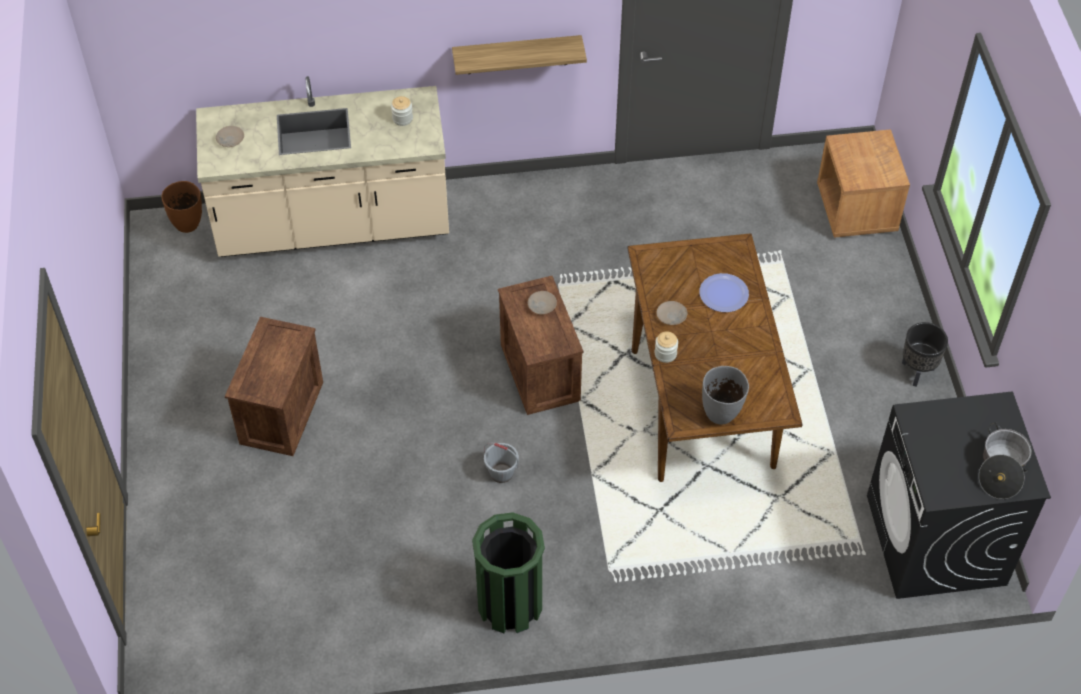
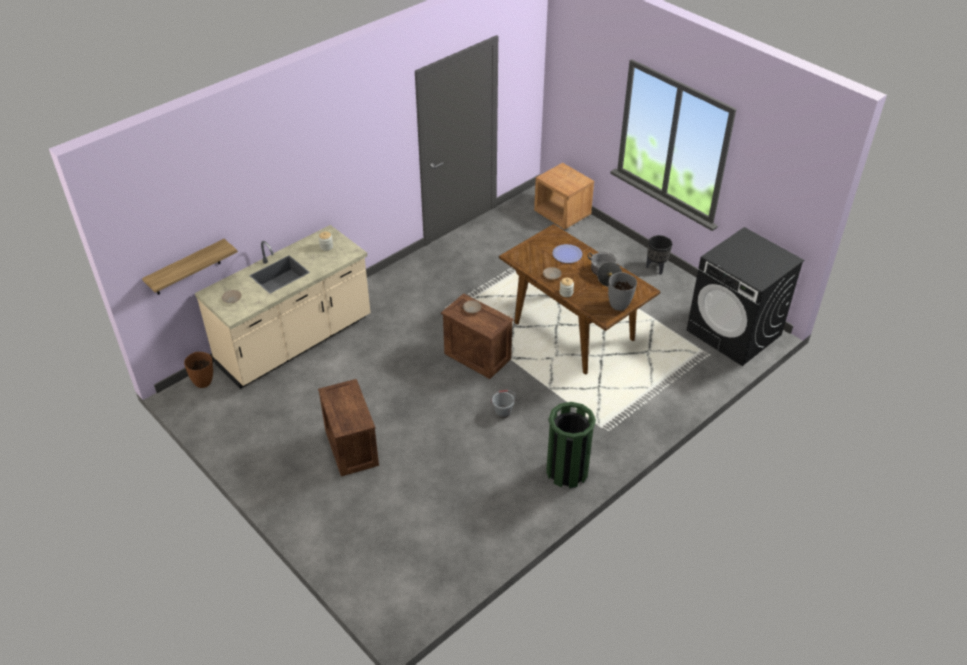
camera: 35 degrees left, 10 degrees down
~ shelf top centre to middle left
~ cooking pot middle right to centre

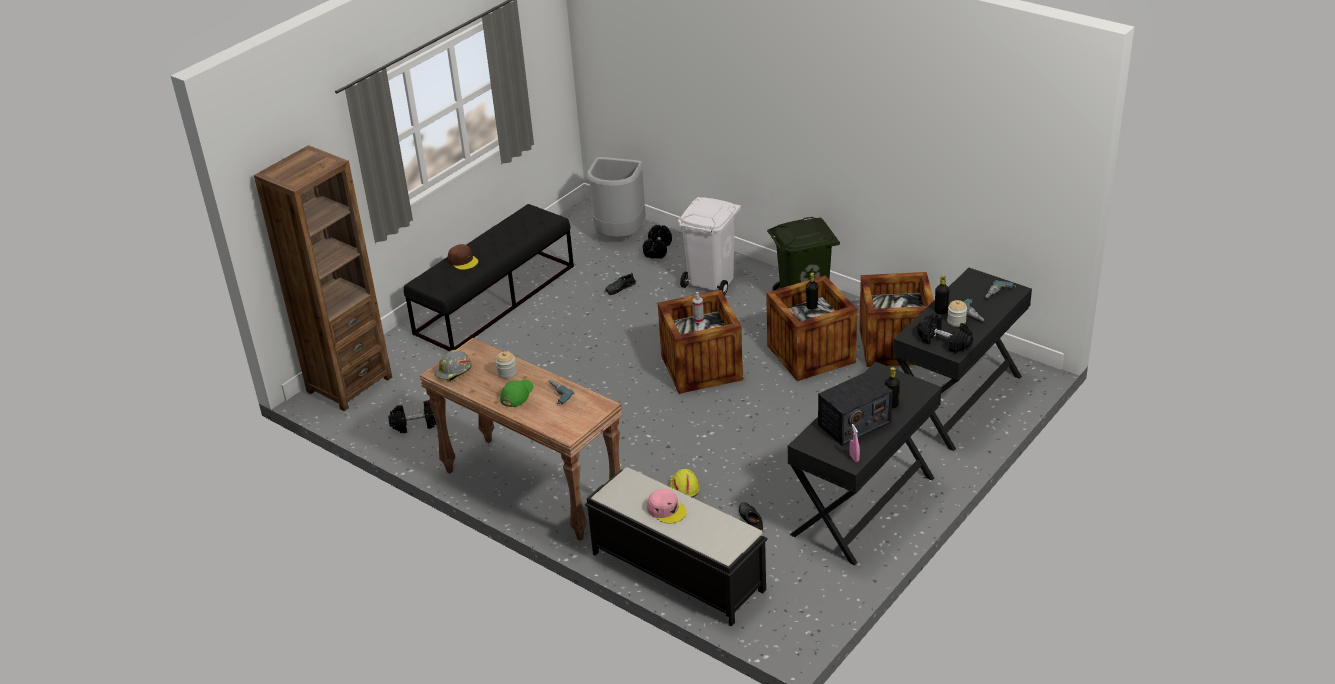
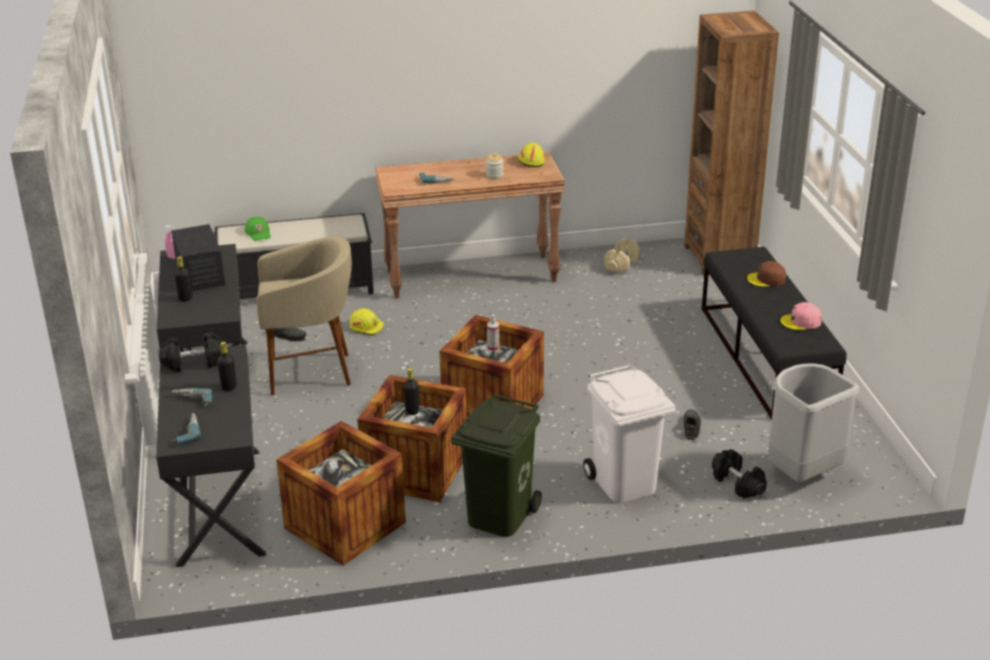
camera: 130 degrees right, 5 degrees down
~ radio receiver centre = middle left 150 degrees clockwise
~ greenish peaked cap centre to middle left
+ beige-coloured stool middle left
~ grey work helmet centre to yellow work helmet (2nd from left) top centre
~ blackish free weight (1st from left) middle left to beige-coloured free weight centre
~ pink peaked cap bottom centre to middle right
- preserve jar (2nd from left) middle right

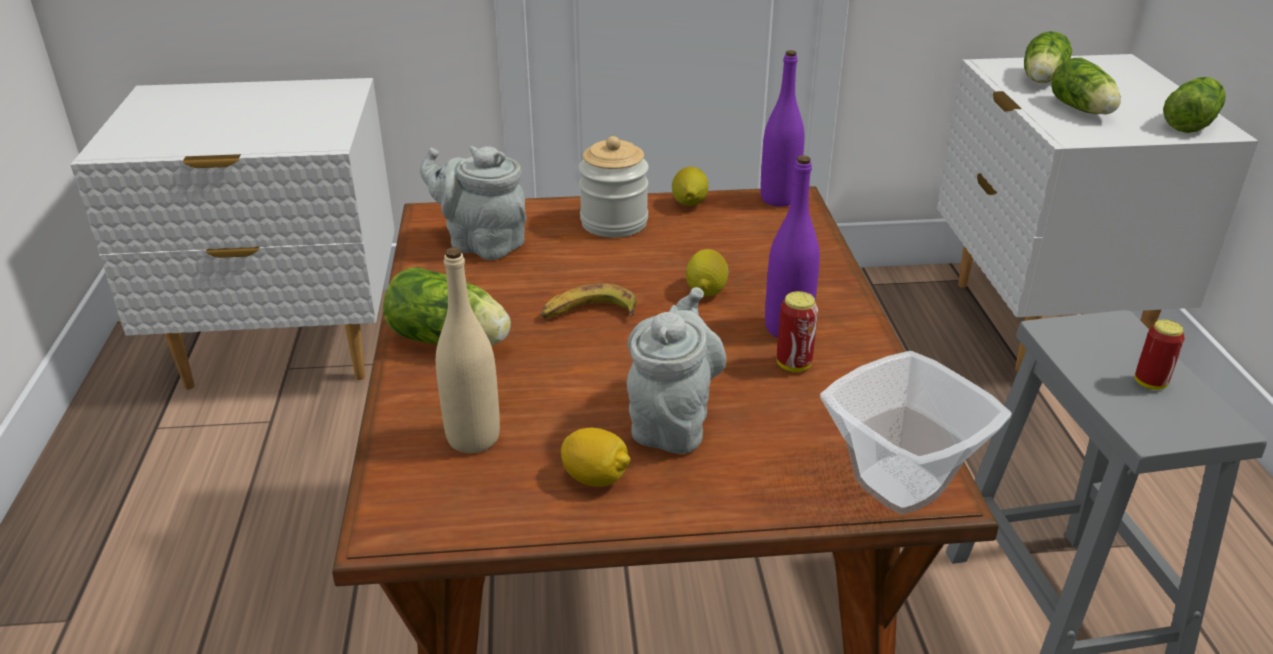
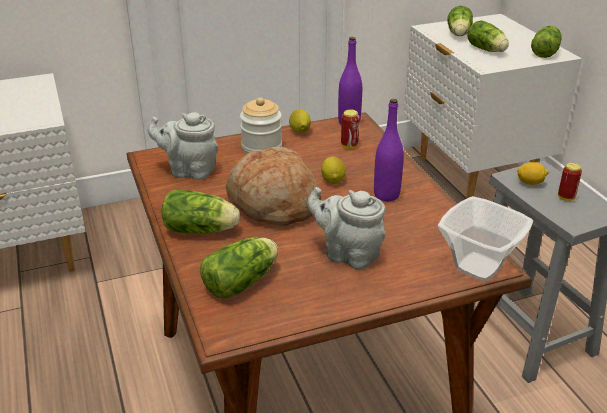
camera: 15 degrees left, 0 degrees up
~ beige-coloured bottle centre to lettuce head (2nd from left) centre
~ banana fruit centre to bakery bread centre
~ grey pot for tea (2nd from left) centre = centre 60 degrees counterclockwise
~ metal can (1st from left) centre to top centre
~ whole lemon (1st from left in the first image) bottom centre to whole lemon (3rd from left) middle right

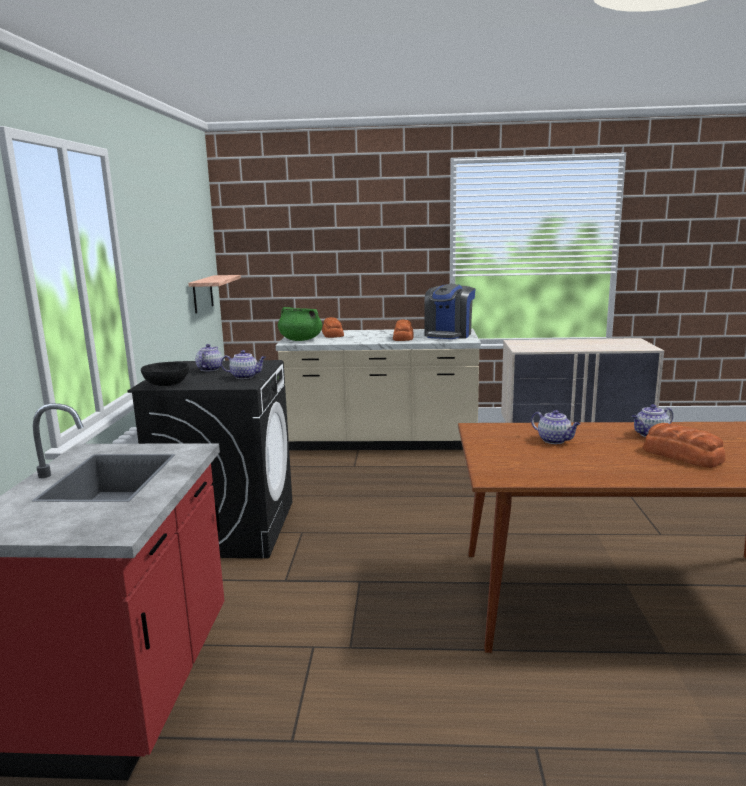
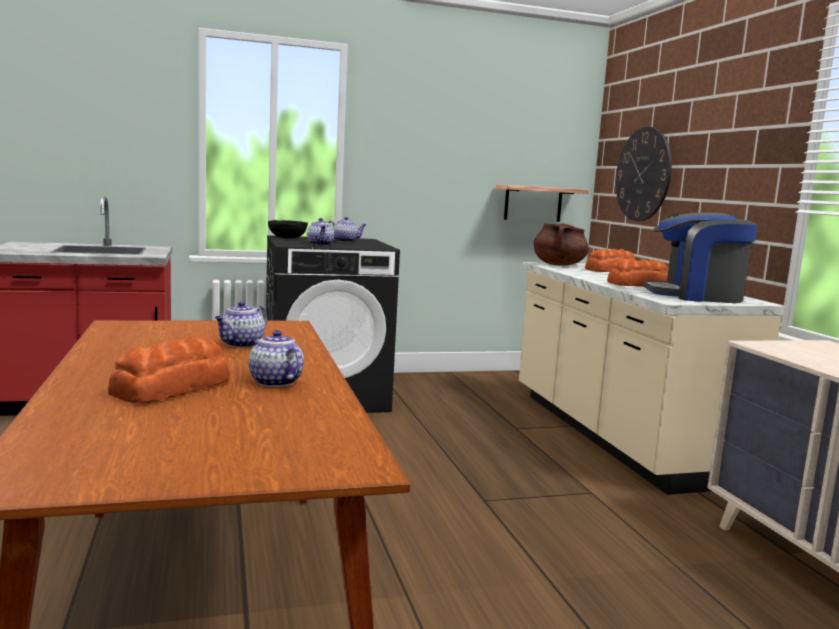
camera: 70 degrees right, 5 degrees down
~ greenish cooking pot centre to brown cooking pot middle right
+ clock on the wall top right

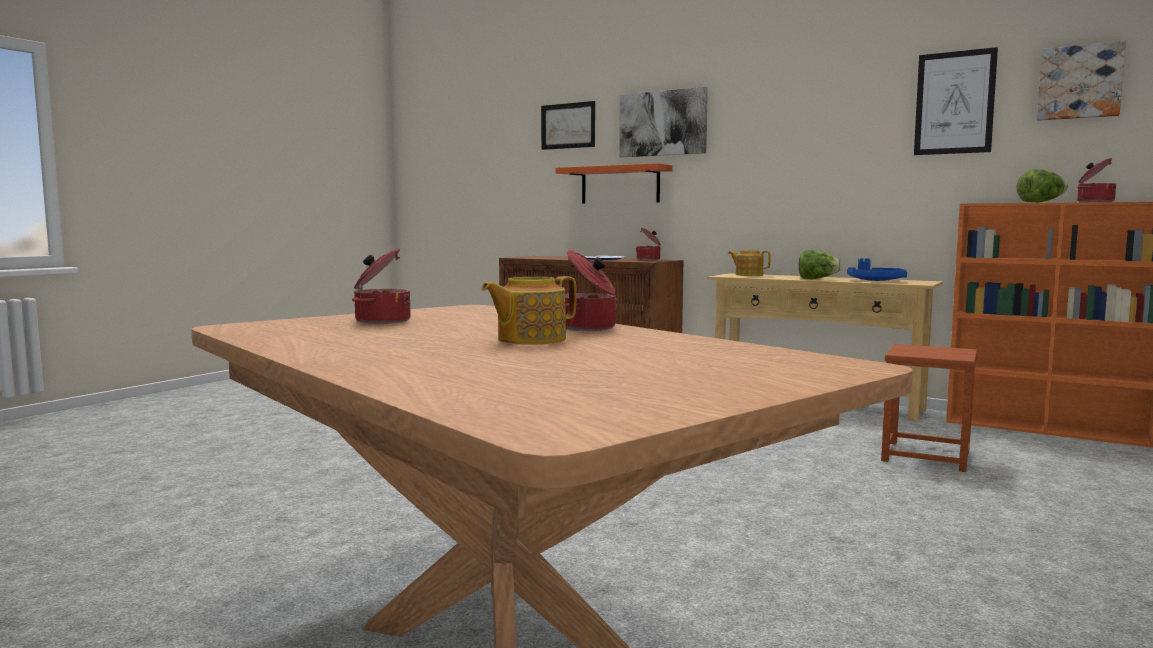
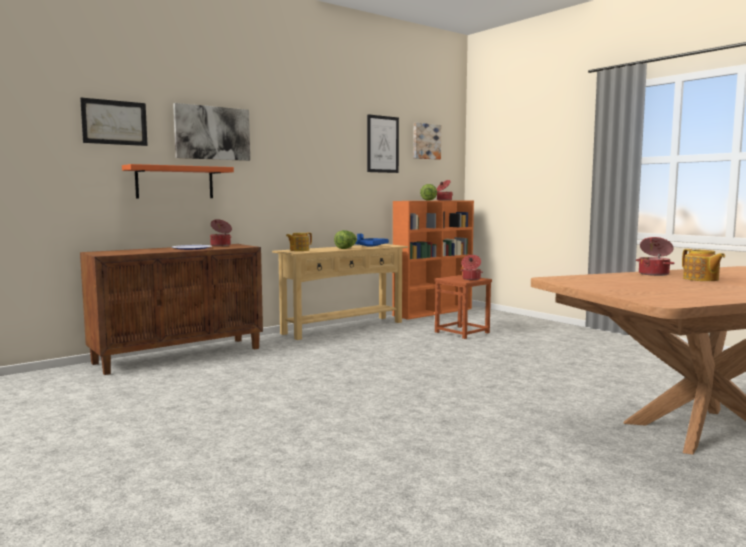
camera: 70 degrees left, 0 degrees up
~ cooking pot (1st from left in the first image) middle left to cooking pot (3rd from left) centre

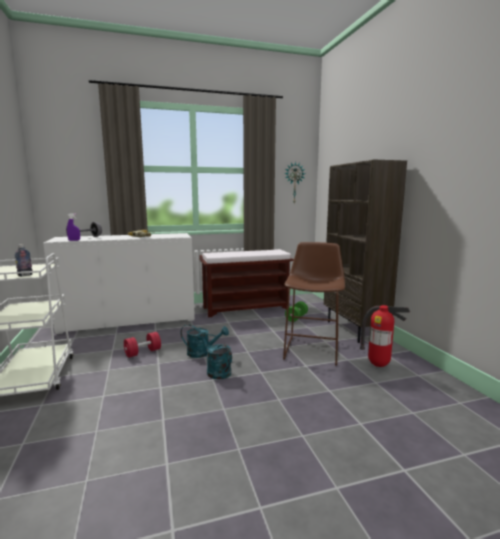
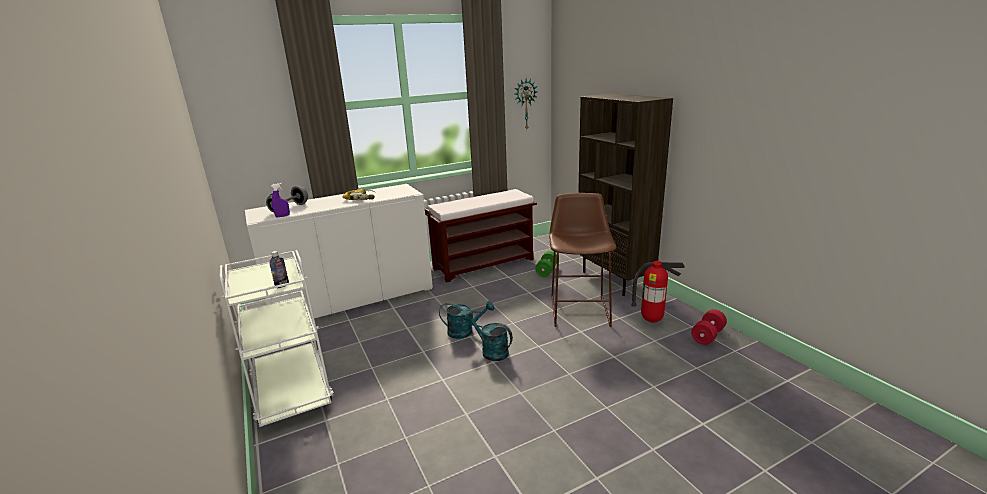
camera: 10 degrees left, 10 degrees up
~ red free weight middle left to middle right

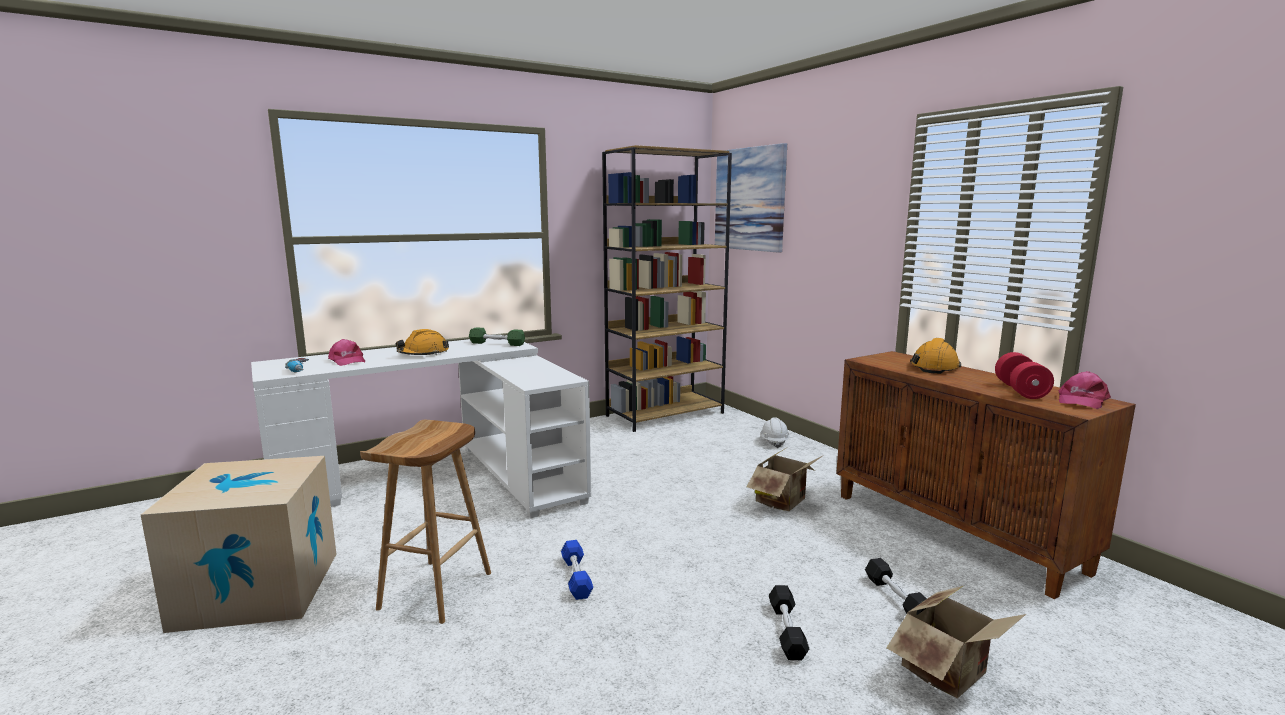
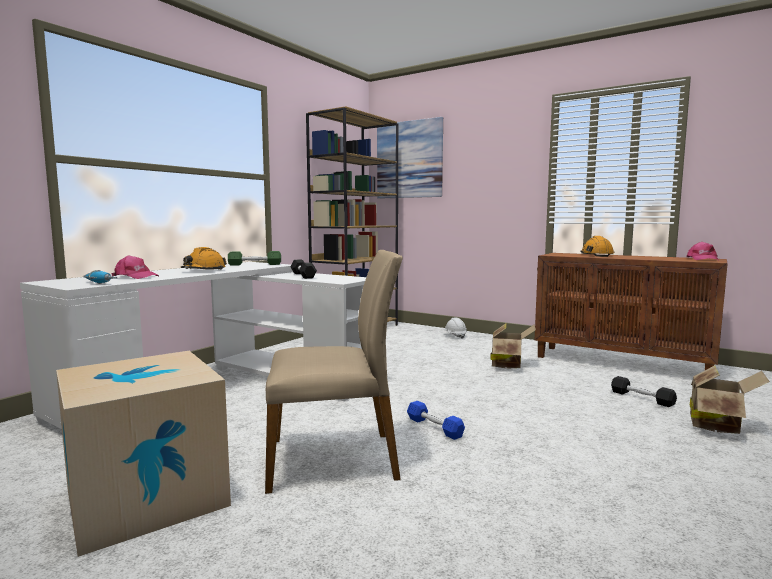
camera: 25 degrees left, 5 degrees down
~ brown stool bottom left to beige-coloured upright chair centre
~ blackish free weight (1st from left) bottom centre to centre
- red free weight middle right

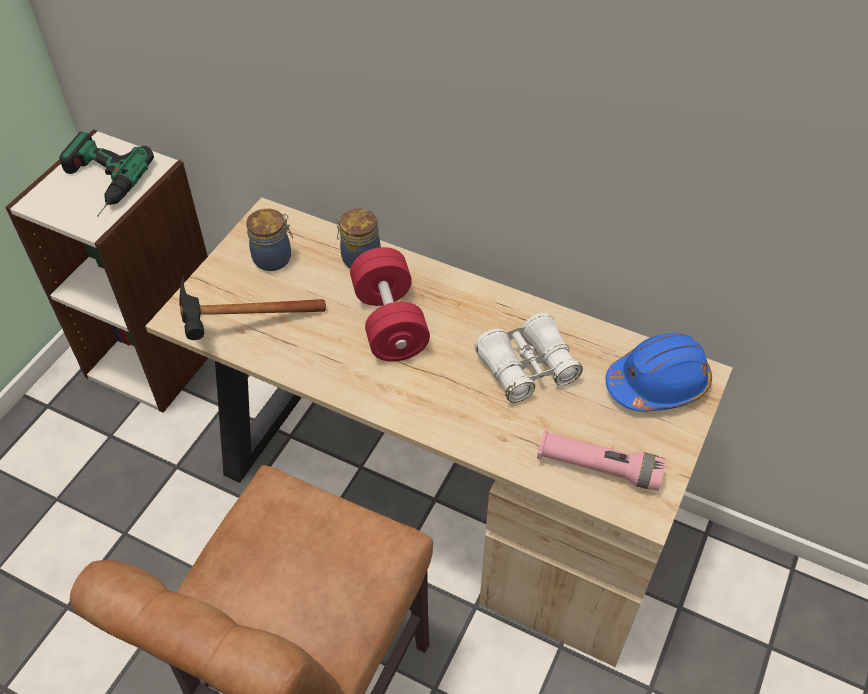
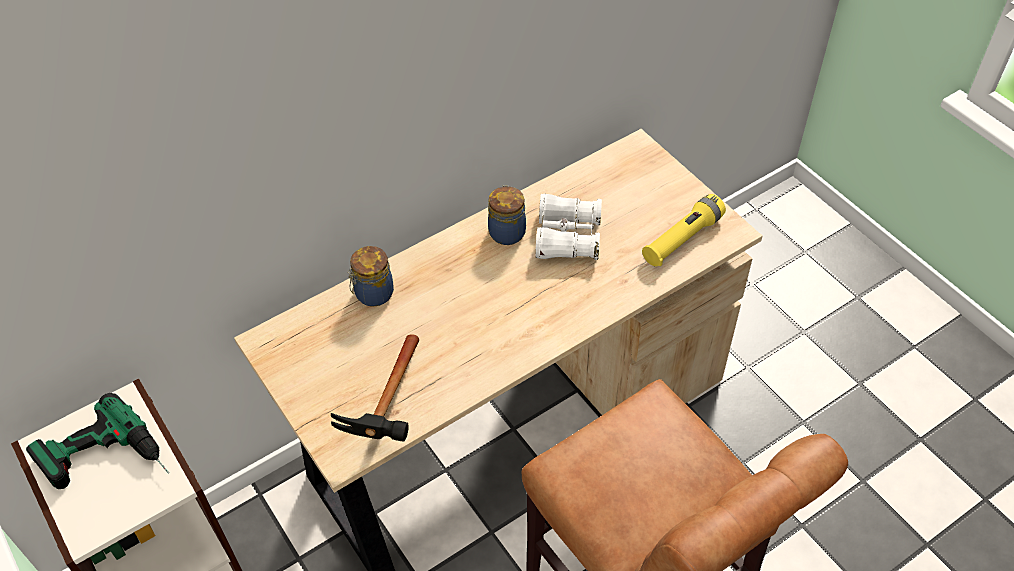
camera: 60 degrees left, 0 degrees up
~ preserve jar (1st from left in the first image) middle left to preserve jar (2nd from left) centre
~ pink hand torch middle right to yellow hand torch middle right
- red free weight centre
- blue-coloured work helmet middle right

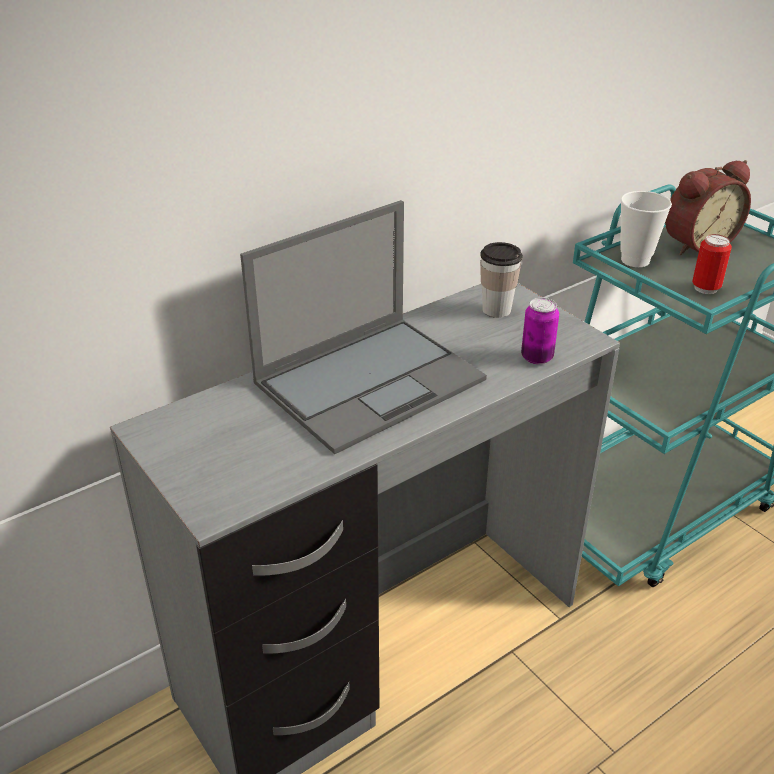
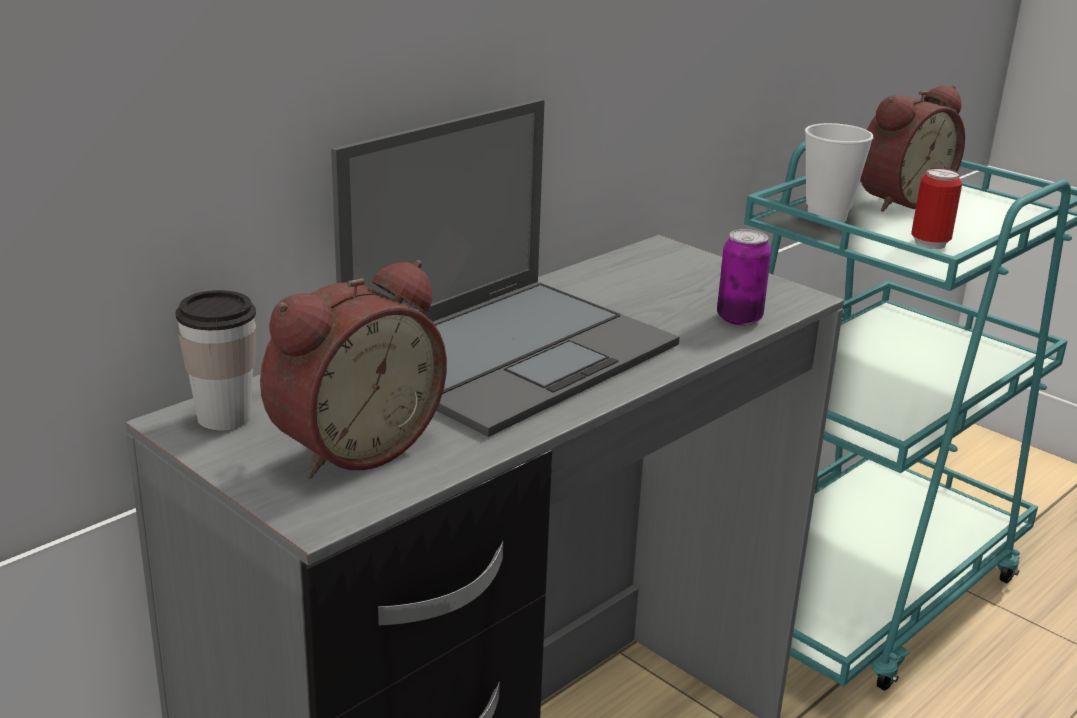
camera: 10 degrees left, 10 degrees down
~ drinking cup (1st from left) centre to middle left
+ alarm clock (1st from left) middle left

